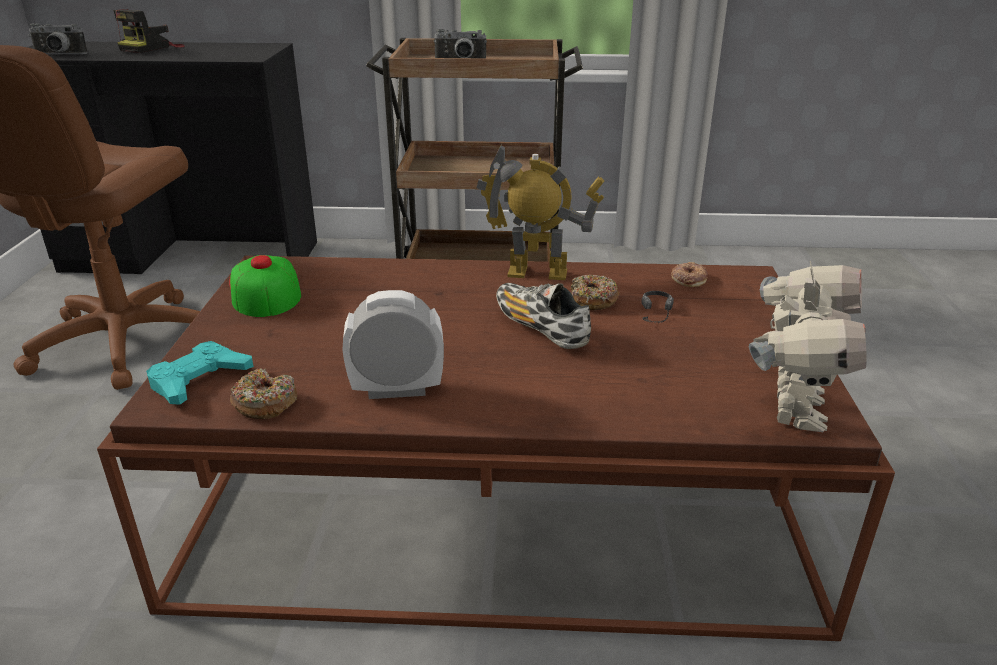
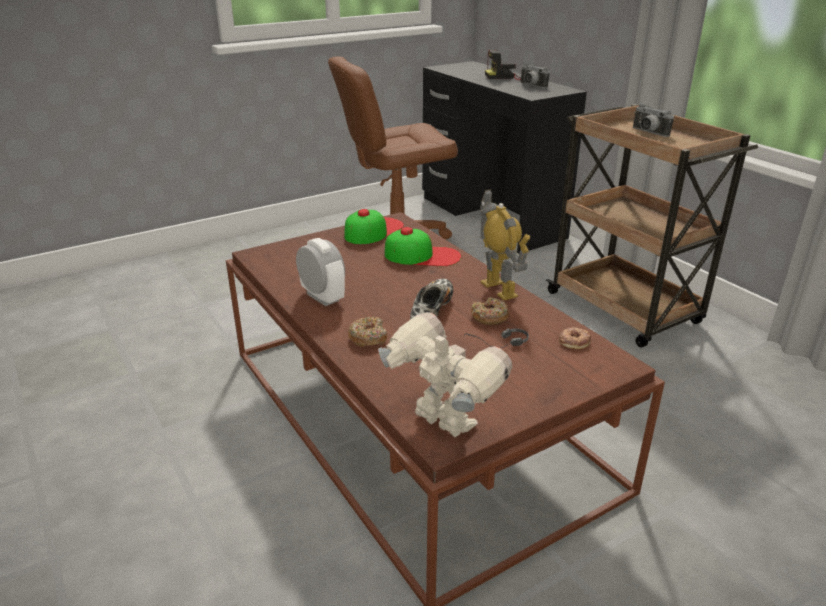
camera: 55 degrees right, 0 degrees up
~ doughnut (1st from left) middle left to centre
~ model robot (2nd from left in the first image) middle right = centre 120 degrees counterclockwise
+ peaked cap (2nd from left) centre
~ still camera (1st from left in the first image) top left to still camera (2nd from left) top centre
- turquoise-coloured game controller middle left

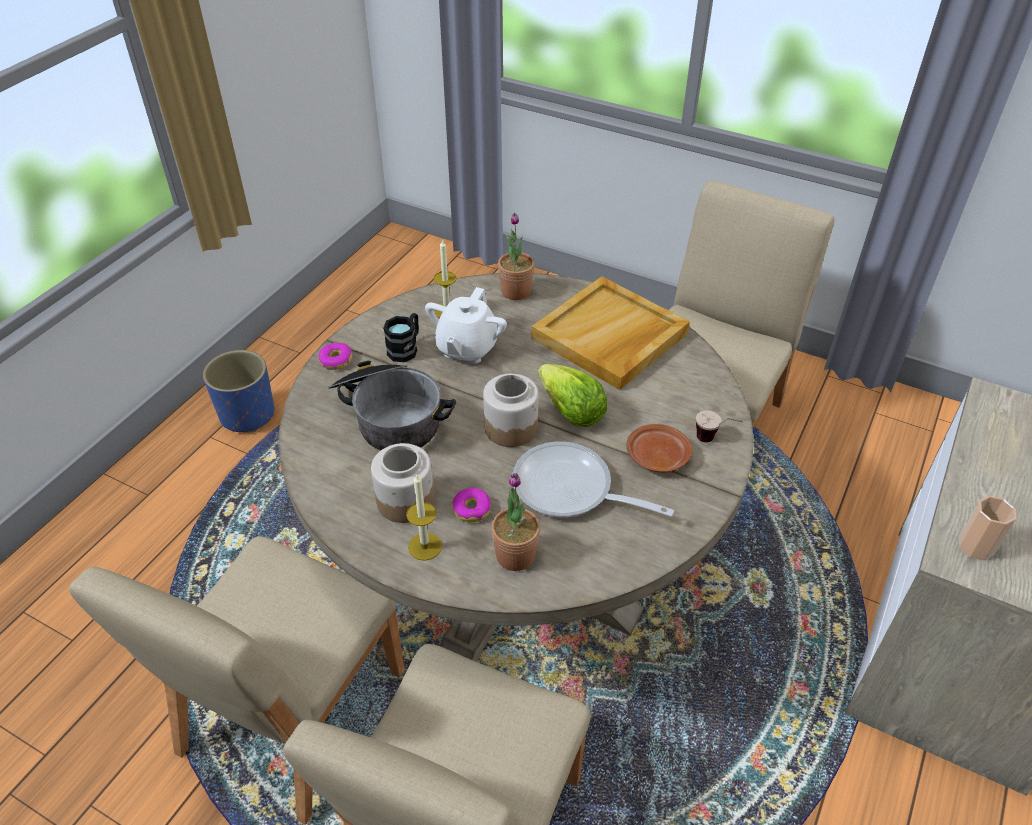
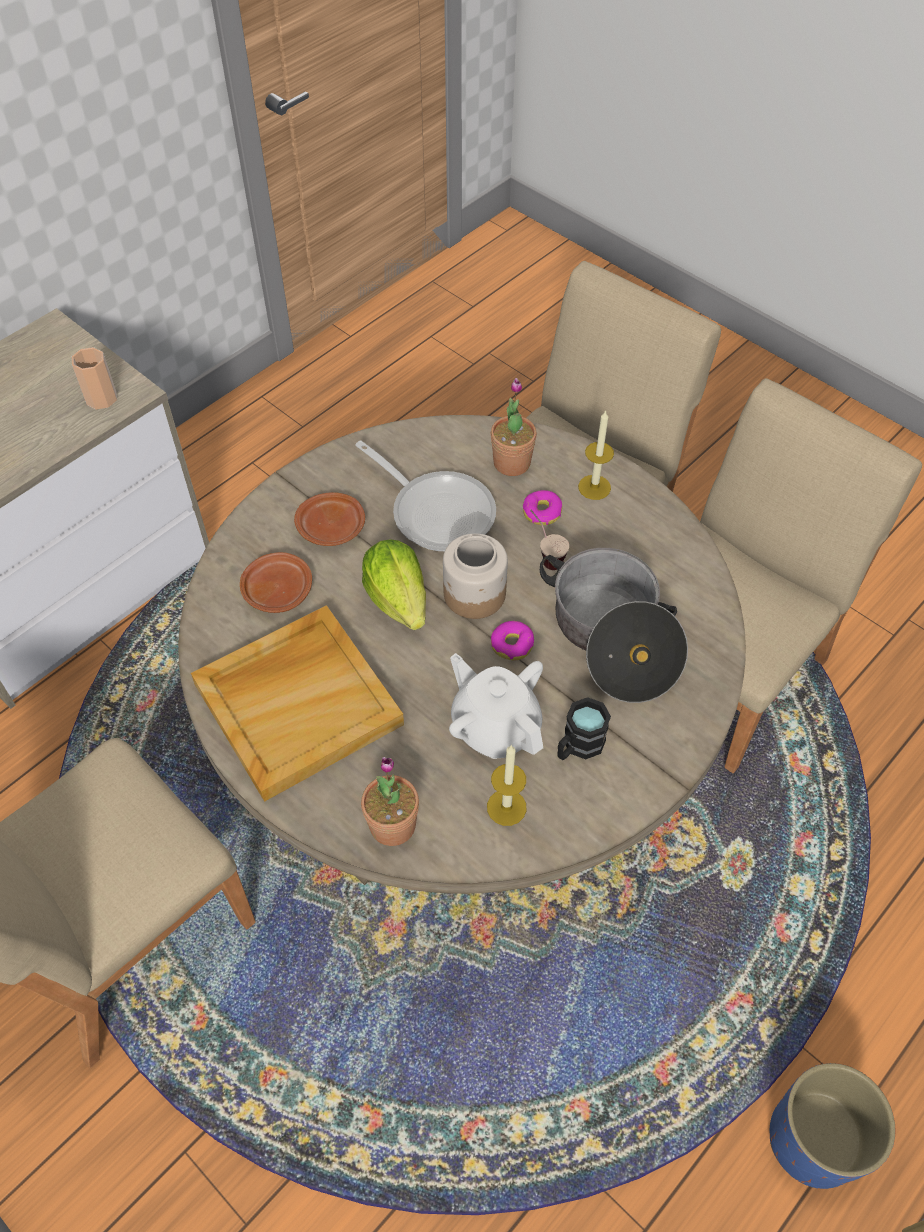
camera: 165 degrees left, 10 degrees up
+ brown flat dish (1st from left) middle left
~ whitish pot for tea centre = centre 75 degrees counterclockwise
~ doughnut (1st from left) middle left to centre
~ drinking cup (1st from left in the first image) middle right to drinking cup (2nd from left) centre
- preserve jar (1st from left) centre

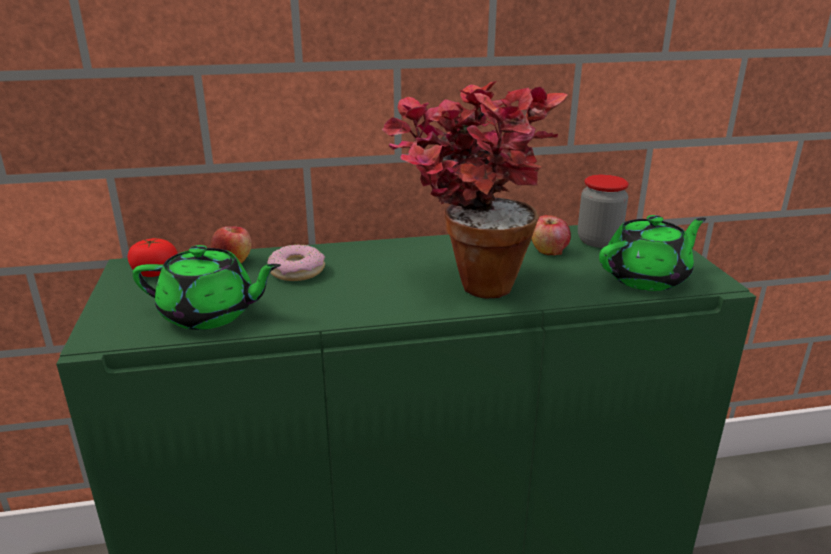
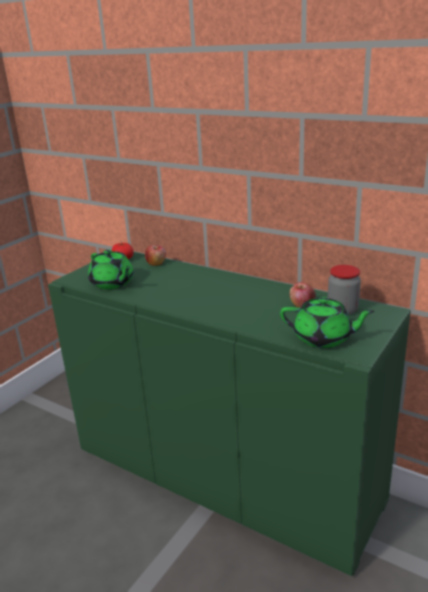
camera: 45 degrees right, 0 degrees up
- doughnut centre
- houseplant centre

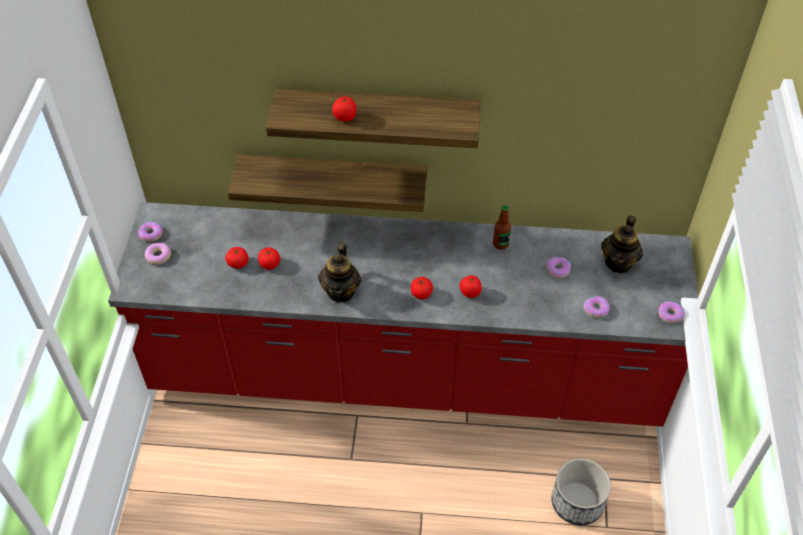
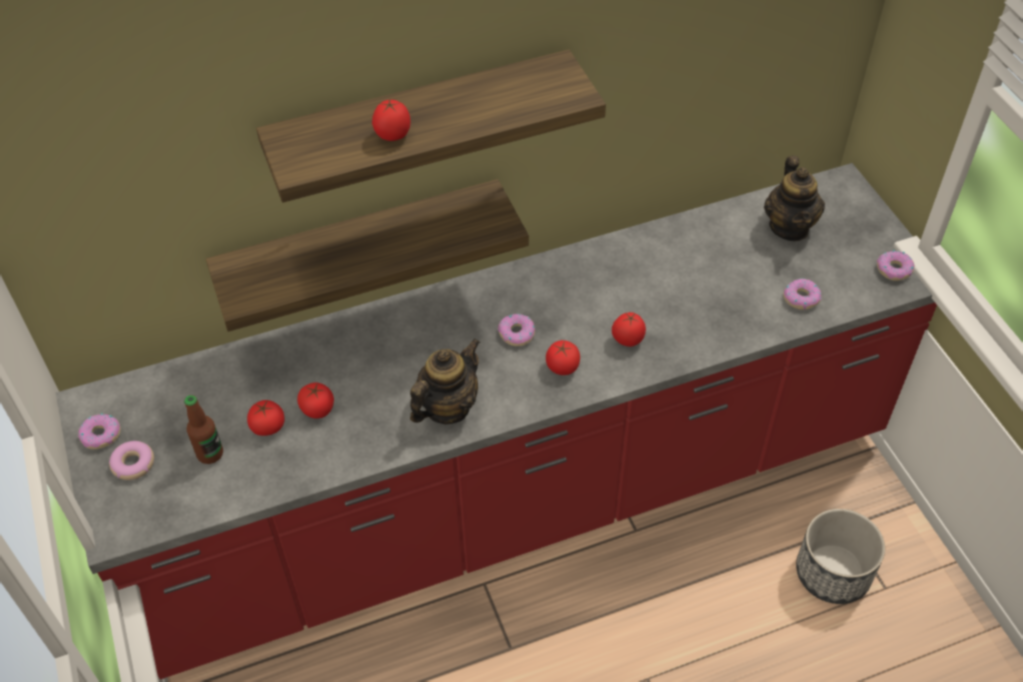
camera: 25 degrees left, 0 degrees up
~ bottle centre to middle left
~ pot for tea (1st from left) centre = centre 120 degrees counterclockwise
~ doughnut (3rd from left) middle right to centre

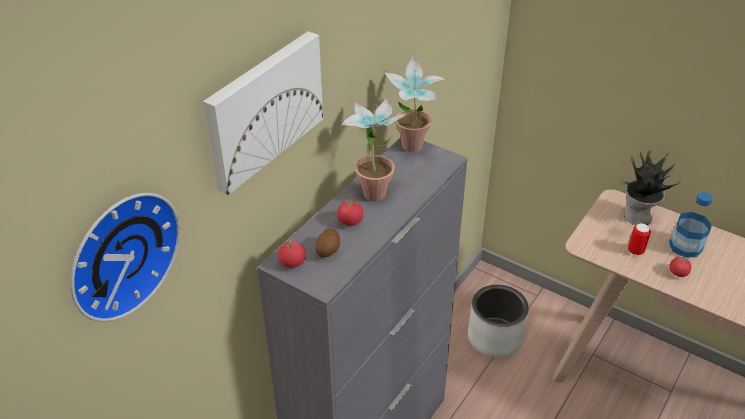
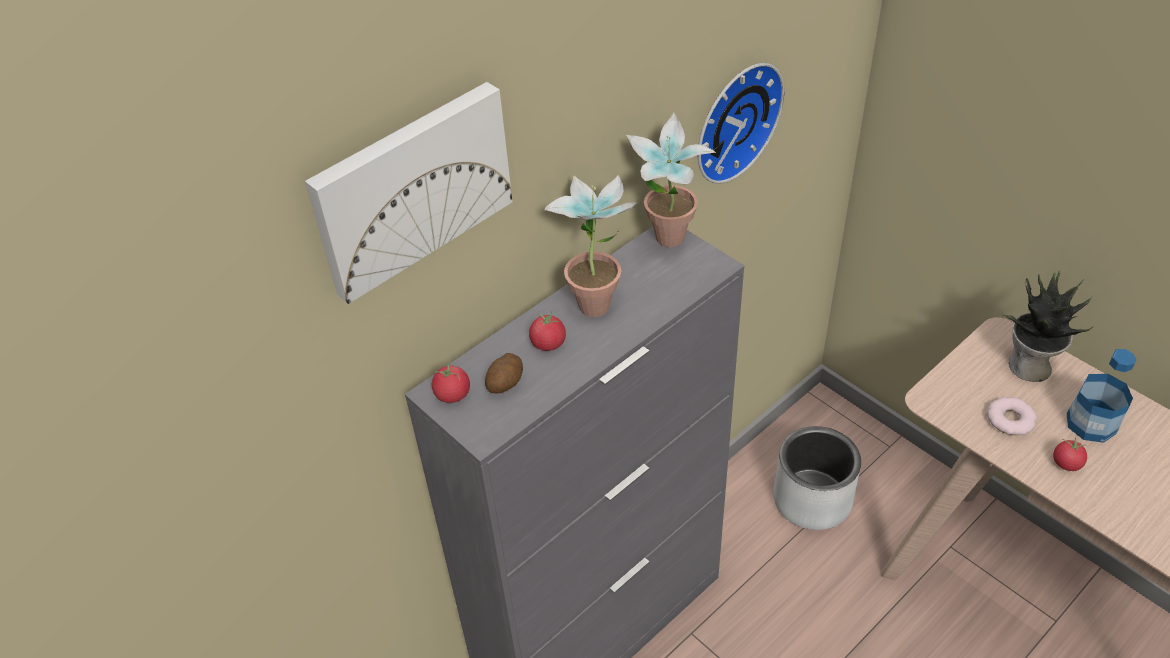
camera: 15 degrees right, 5 degrees up
~ clock on the wall middle left to top centre
~ metal can middle right to doughnut middle right

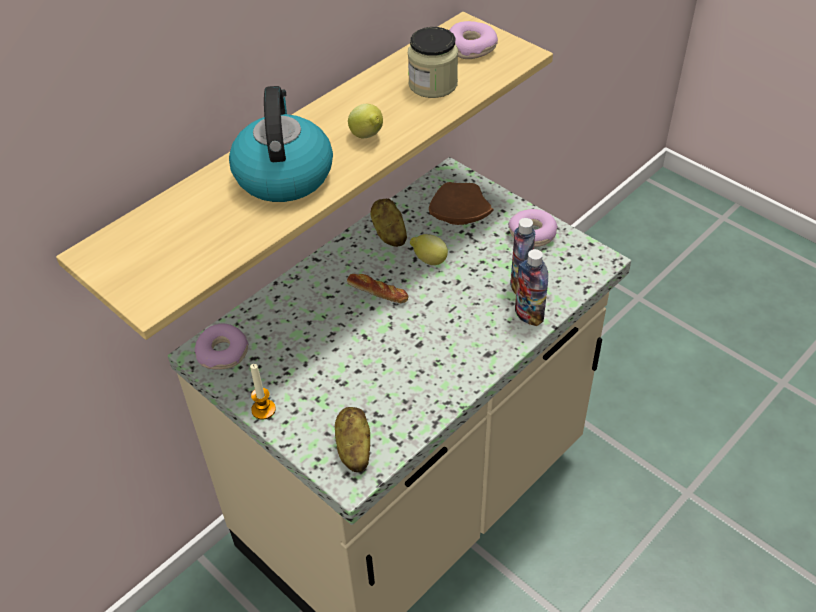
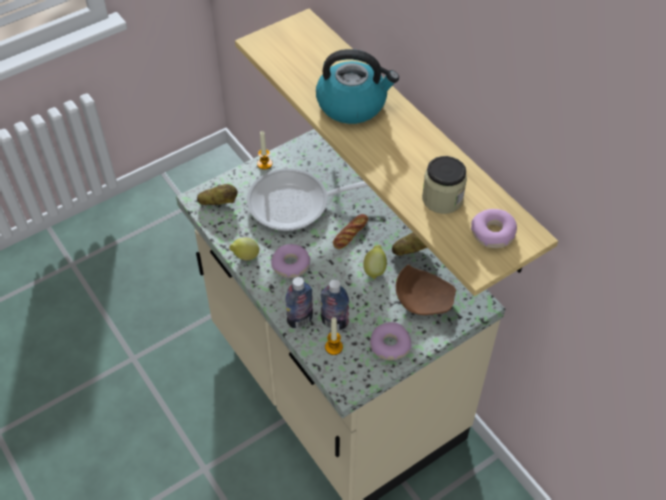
camera: 100 degrees right, 5 degrees up
~ whole lemon (1st from left) top centre to centre
+ skillet centre
~ doughnut (1st from left) middle left to centre
+ wax light (2nd from left) bottom centre

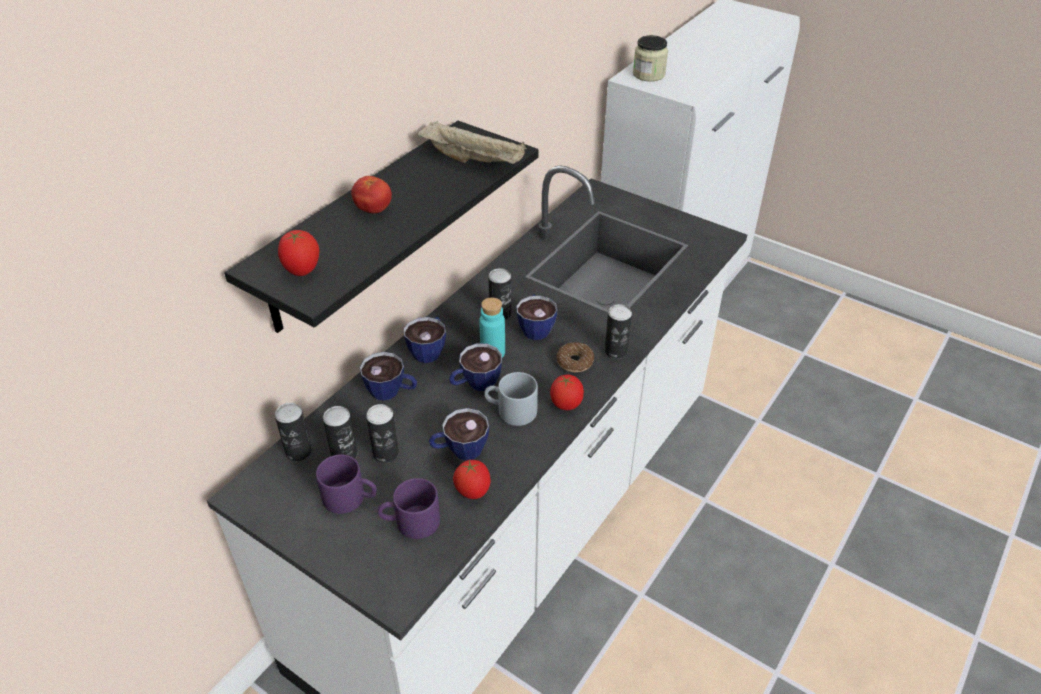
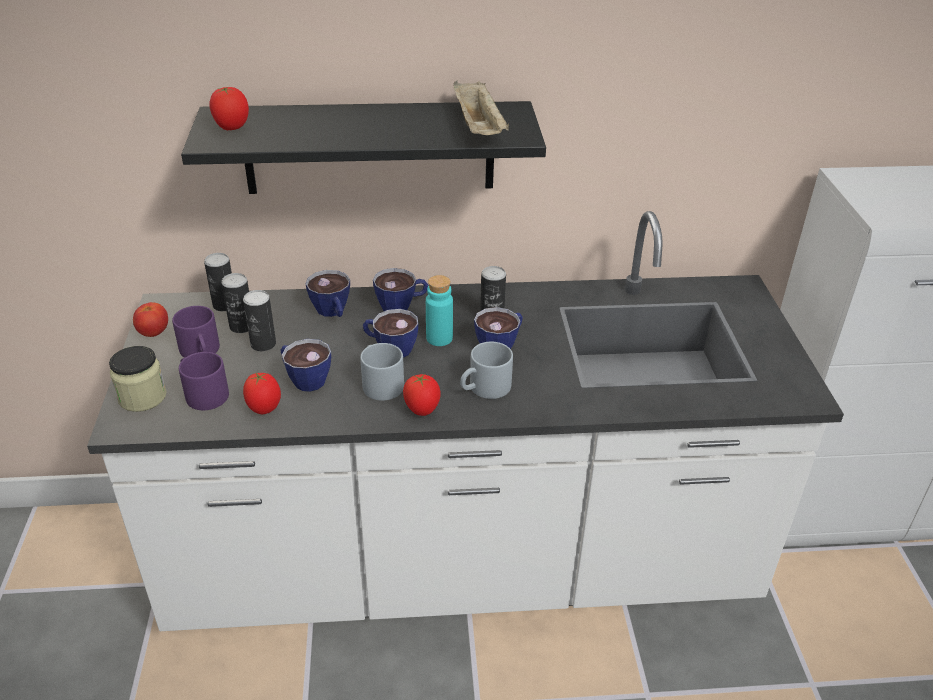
camera: 50 degrees right, 5 degrees down
~ preserve jar top centre to middle left
~ whole tomato (2nd from left in the first image) top centre to whole tomato (1st from left) middle left
~ doughnut centre to grey tea mug (2nd from left) centre
- metal can (5th from left) centre

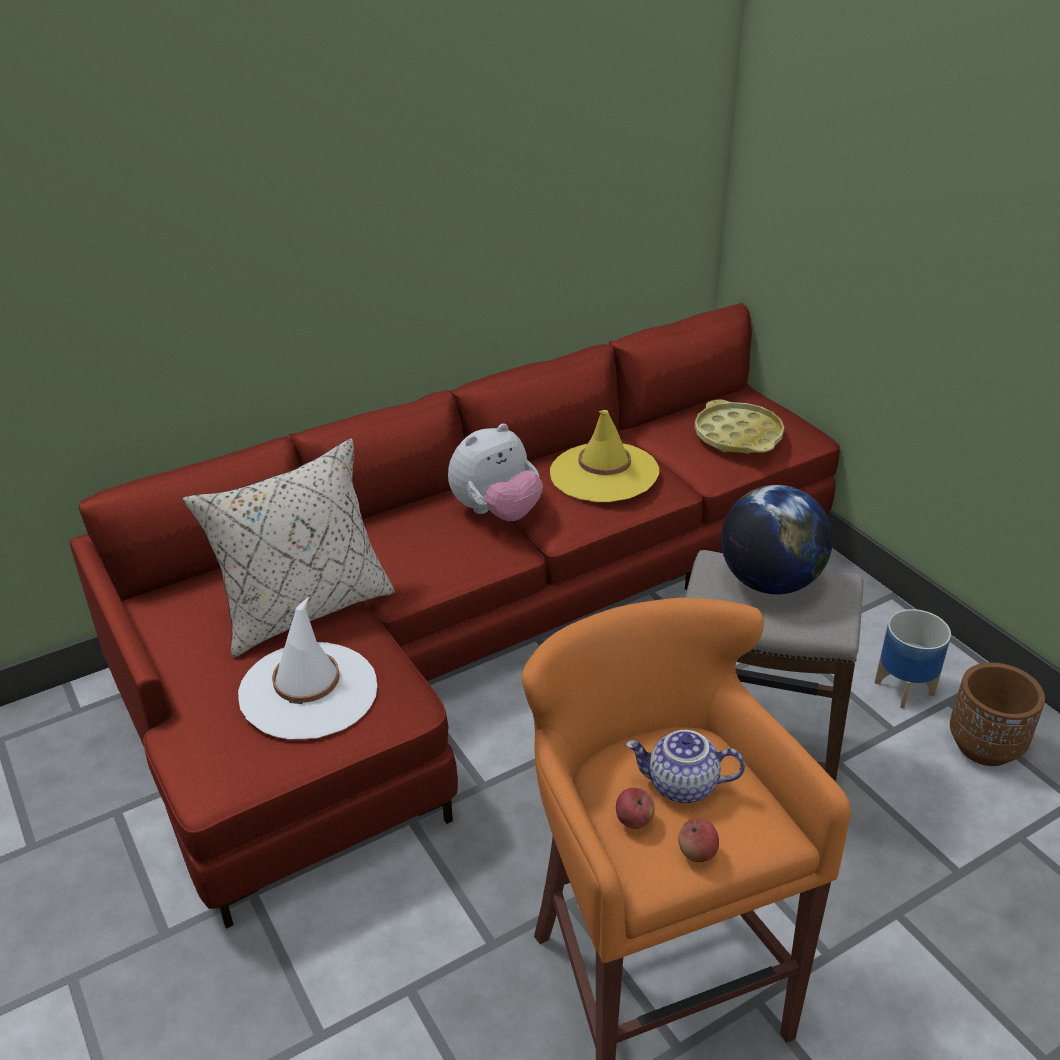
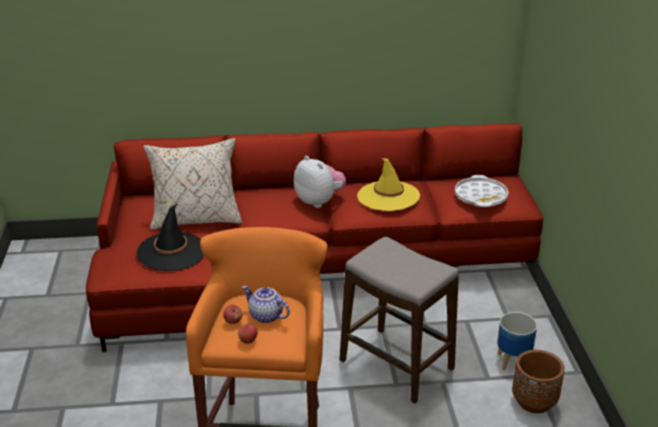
camera: 25 degrees right, 5 degrees down
~ whitish wearable hat middle left to blackish wearable hat middle left
~ soft toy centre = centre 120 degrees counterclockwise
~ yellow carrying tray middle right to whitish carrying tray middle right
- desk globe middle right

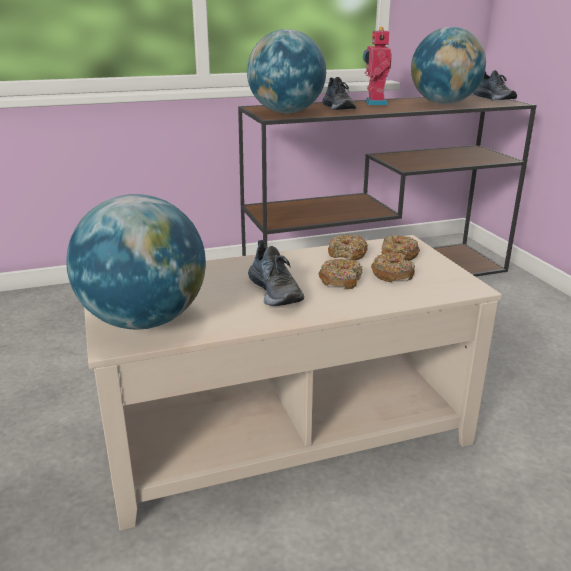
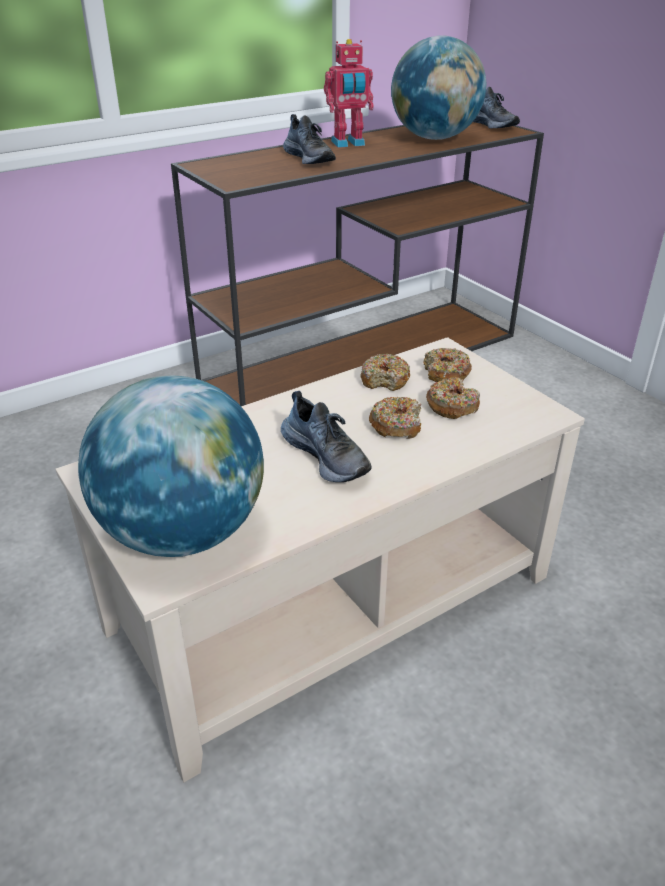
camera: 15 degrees left, 10 degrees up
~ model robot top centre = top centre 90 degrees counterclockwise
- desk globe (2nd from left) top centre

